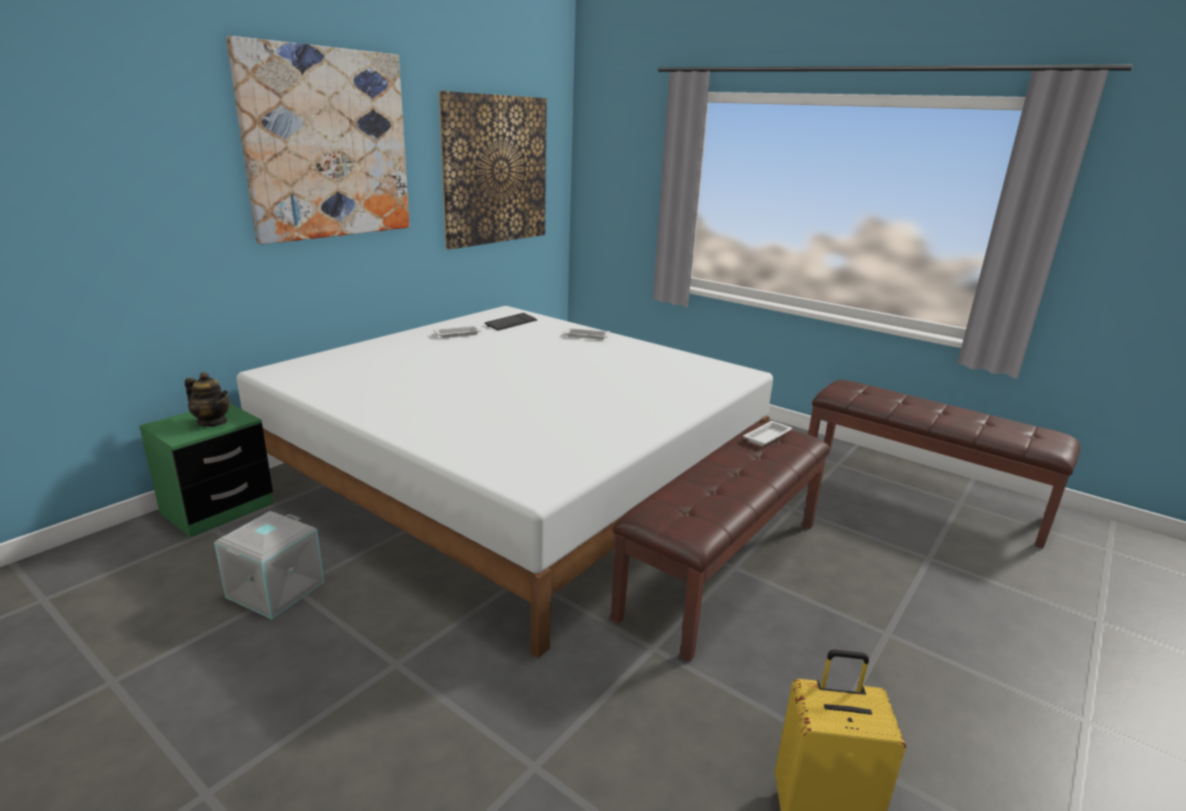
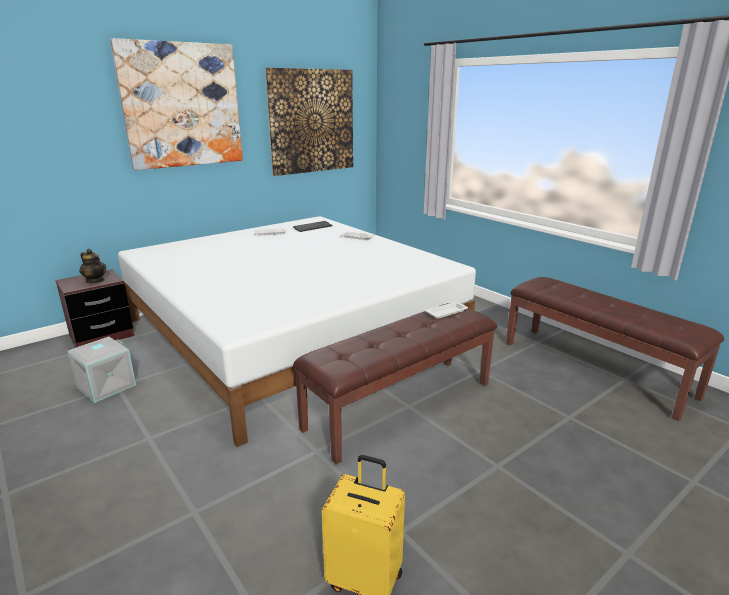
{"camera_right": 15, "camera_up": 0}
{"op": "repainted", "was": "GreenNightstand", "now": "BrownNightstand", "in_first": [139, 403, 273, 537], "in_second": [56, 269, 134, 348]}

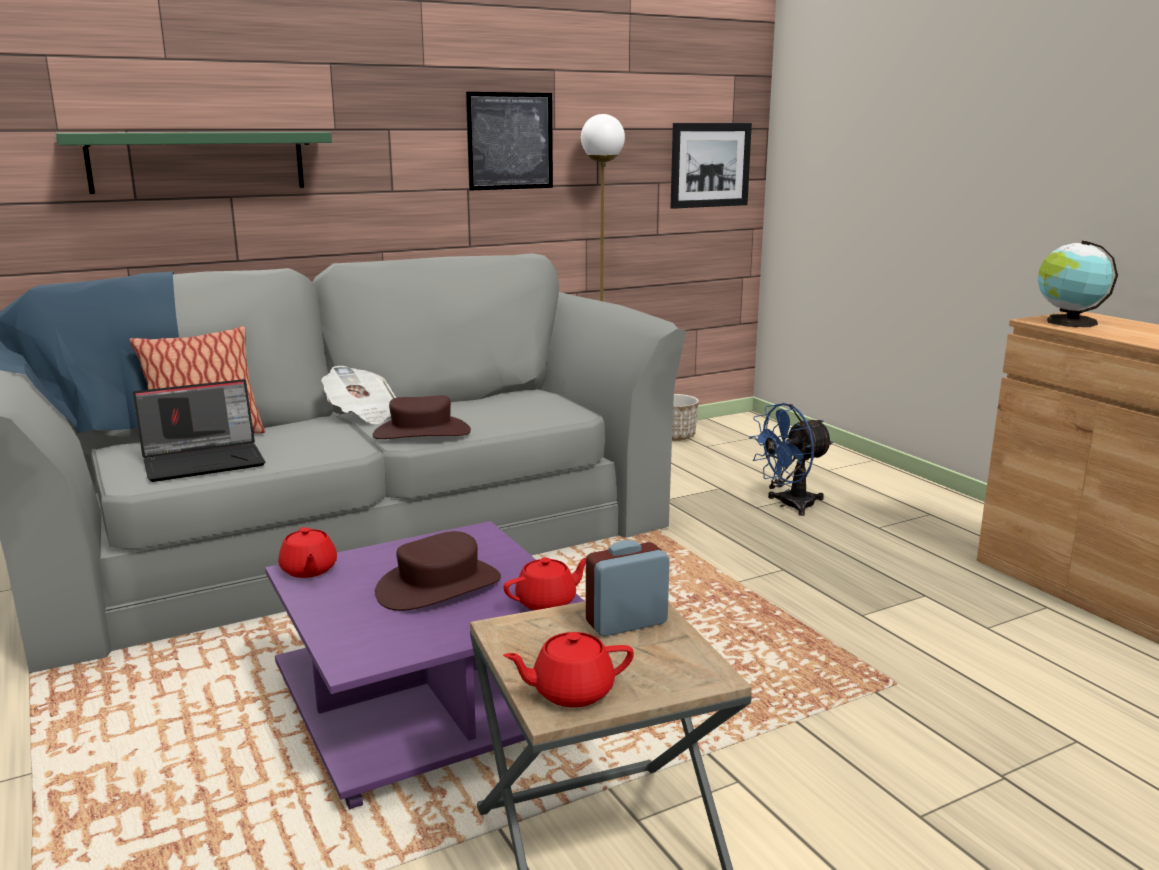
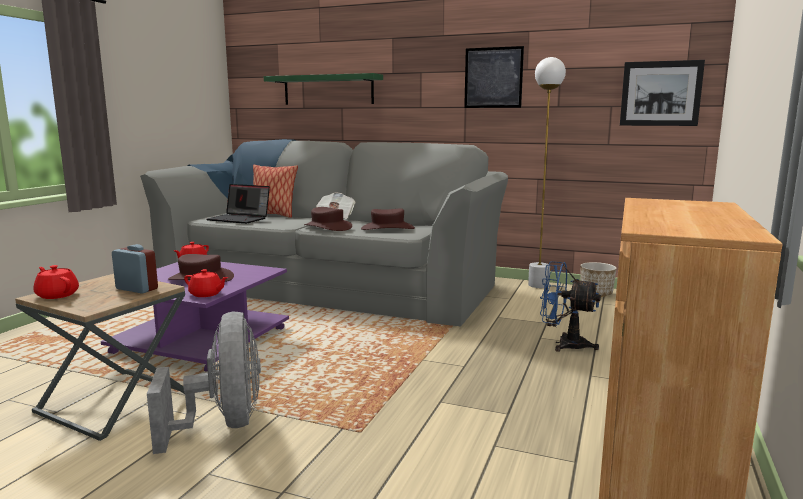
{"camera_right": 50, "camera_up": -5}
{"op": "new", "now": "GreyFan", "in_second": [147, 312, 261, 454]}
{"op": "new", "now": "BrownHat", "in_second": [361, 208, 415, 230]}
{"op": "gone", "was": "Globe", "in_first": [1038, 240, 1118, 327]}

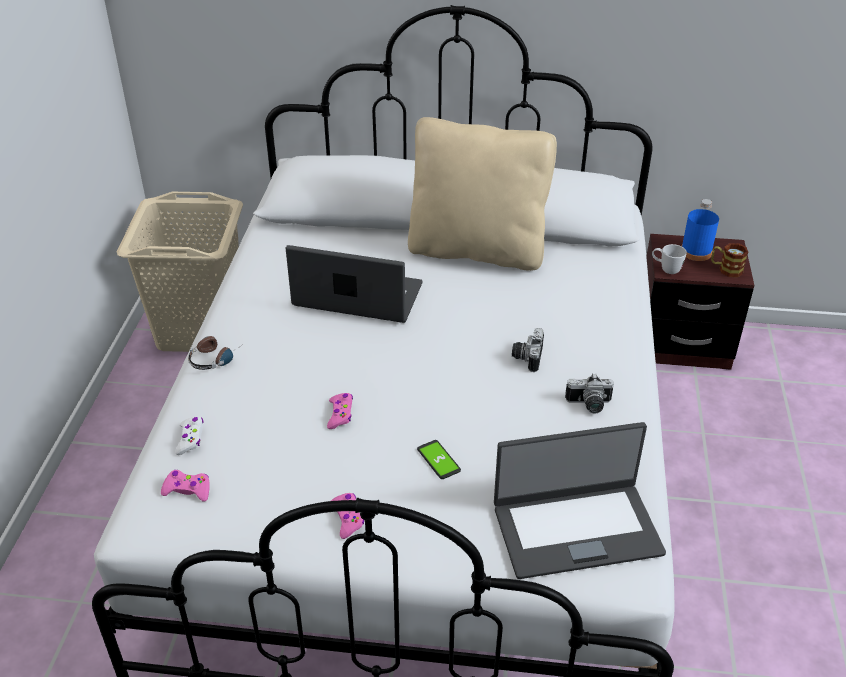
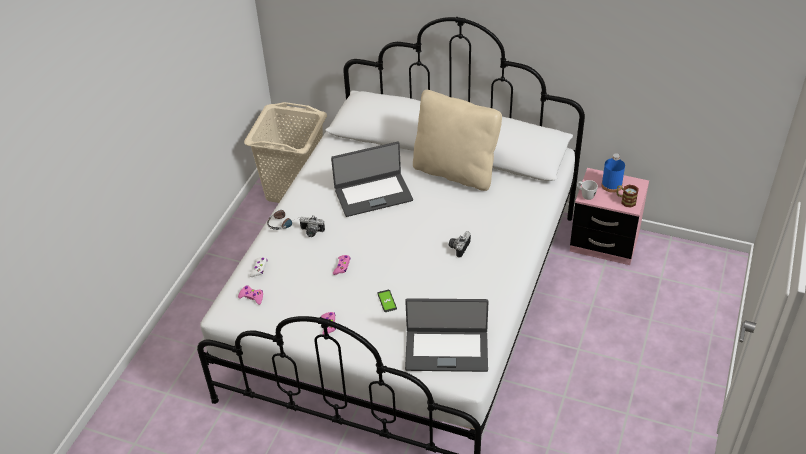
{"camera_right": 15, "camera_up": 5}
{"op": "shifted", "was": "PhotoCamera", "in_first": [565, 373, 614, 414], "in_second": [300, 216, 325, 237]}
{"op": "rotated", "was": "Laptop", "in_first": [286, 245, 422, 323], "in_second": [331, 142, 413, 217], "clockwise": 135}
{"op": "repainted", "was": "BrownNightstand", "now": "PinkNightstand", "in_first": [646, 234, 755, 370], "in_second": [570, 168, 649, 265]}

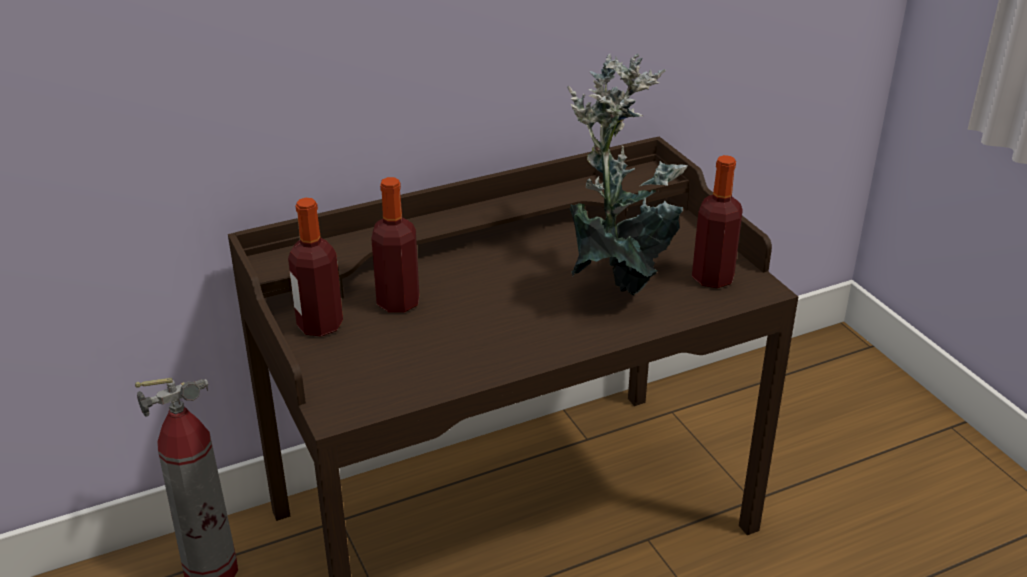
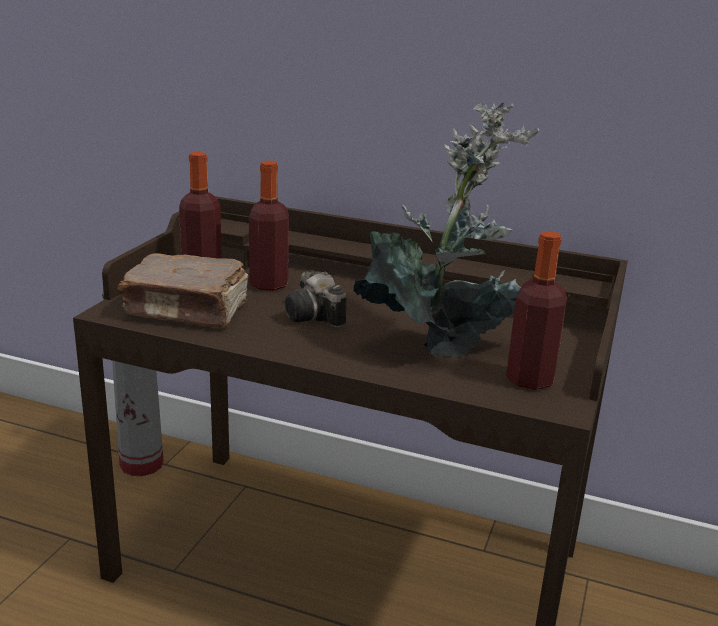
{"camera_right": 45, "camera_up": -10}
{"op": "new", "now": "BrownBook", "in_second": [118, 253, 248, 329]}
{"op": "new", "now": "PhotoCamera", "in_second": [285, 270, 346, 327]}

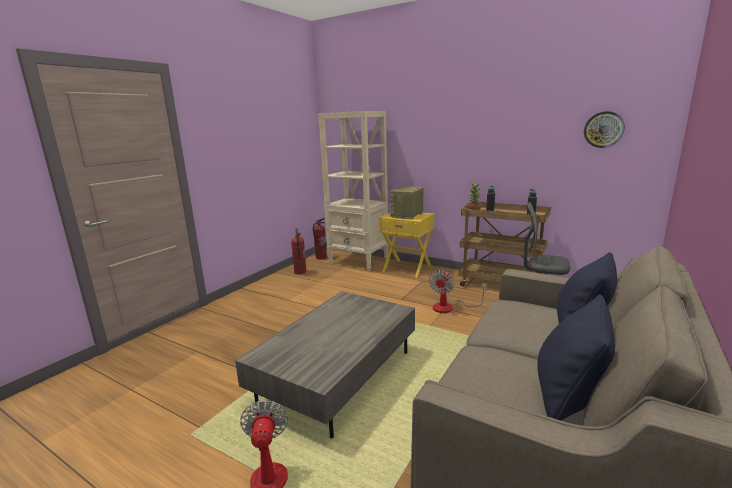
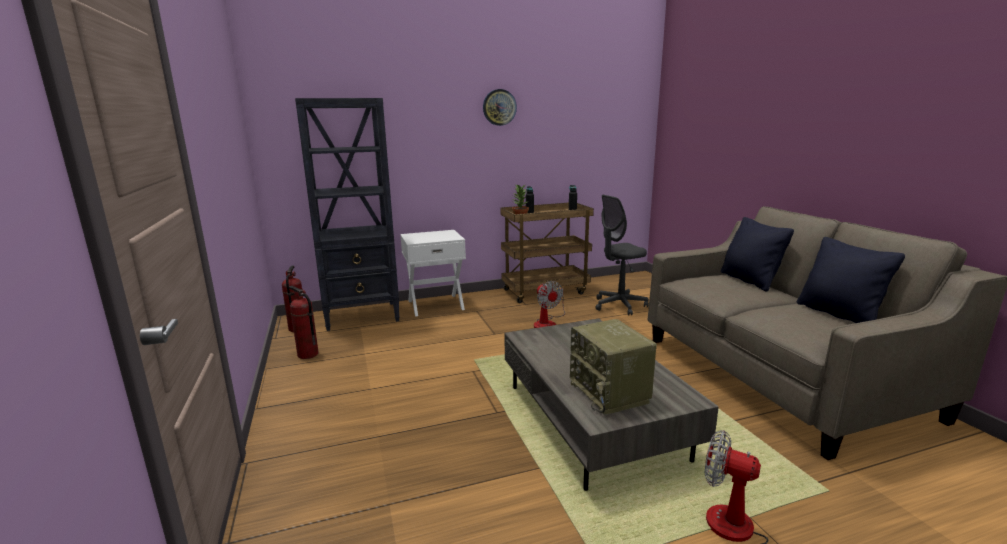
{"camera_right": -50, "camera_up": 0}
{"op": "repainted", "was": "BeigeBookcase", "now": "BlackBookcase", "in_first": [318, 111, 388, 271], "in_second": [295, 98, 400, 331]}
{"op": "repainted", "was": "YellowNightstand", "now": "WhiteNightstand", "in_first": [379, 213, 434, 277], "in_second": [400, 230, 466, 317]}
{"op": "shifted", "was": "WallClock", "in_first": [584, 111, 625, 148], "in_second": [483, 89, 517, 126]}
{"op": "shifted", "was": "Radio", "in_first": [389, 186, 423, 220], "in_second": [570, 319, 657, 415]}

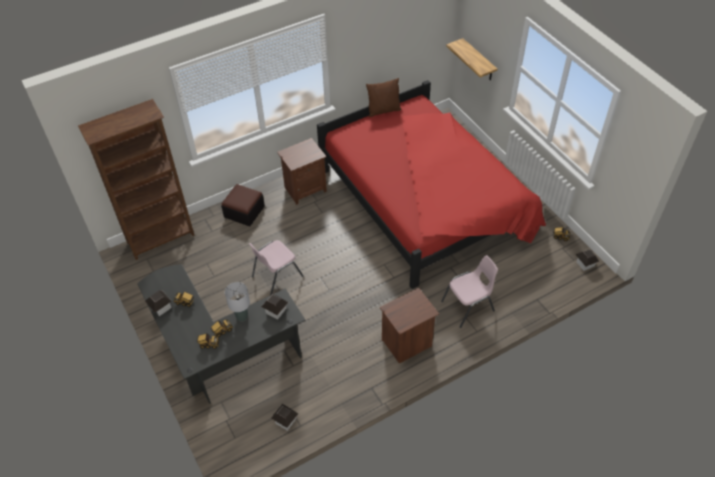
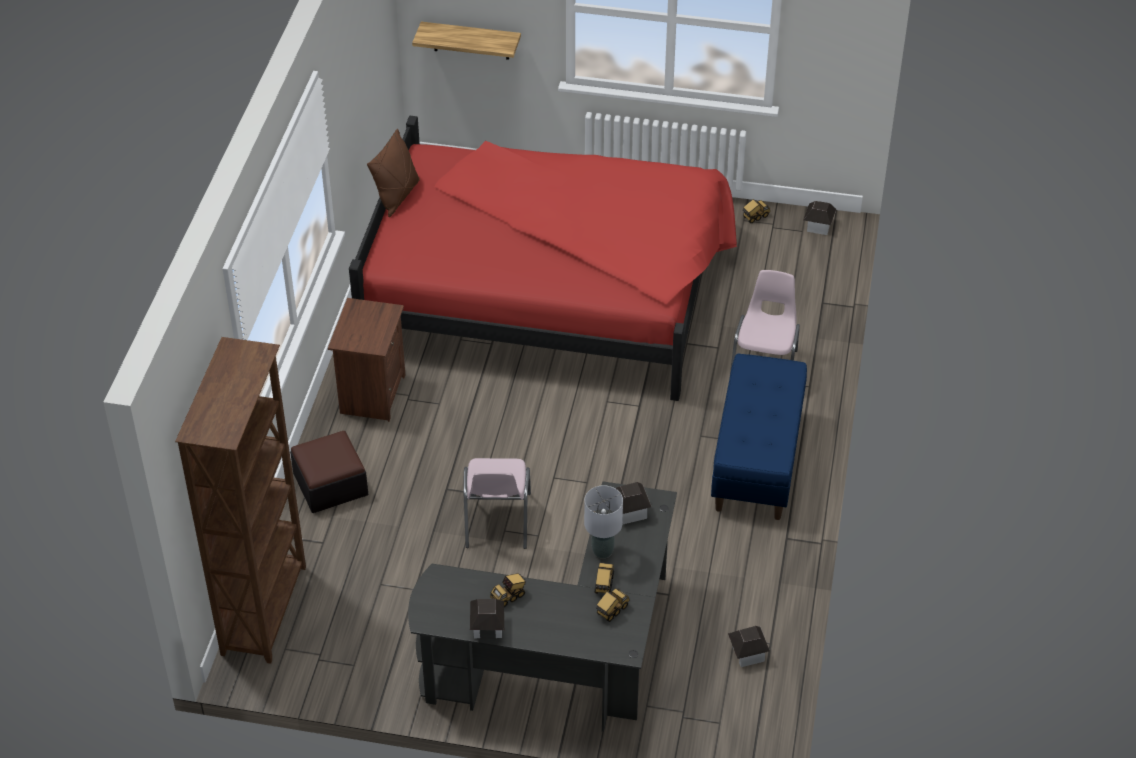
{"camera_right": -50, "camera_up": -5}
{"op": "swapped", "was": "BrownNightstand", "now": "BlueBench", "in_first": [380, 288, 439, 364], "in_second": [711, 354, 807, 520]}

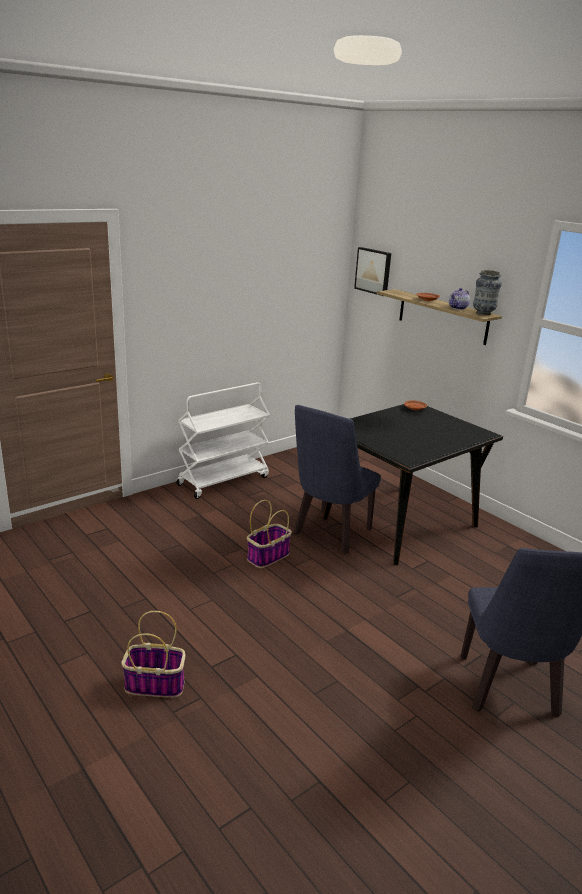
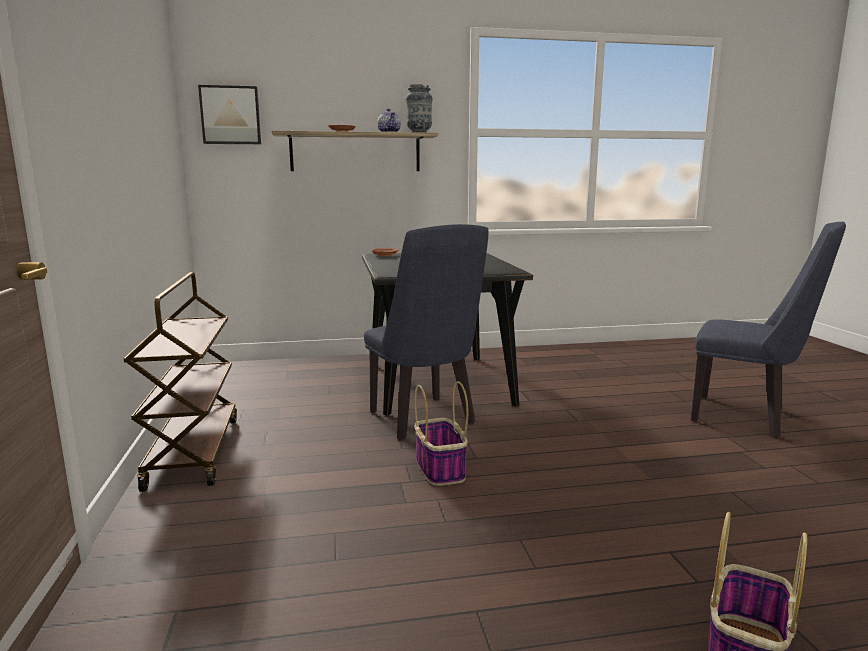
{"camera_right": -60, "camera_up": -10}
{"op": "repainted", "was": "WhiteCart", "now": "BrownCart", "in_first": [176, 382, 270, 499], "in_second": [124, 272, 237, 492]}

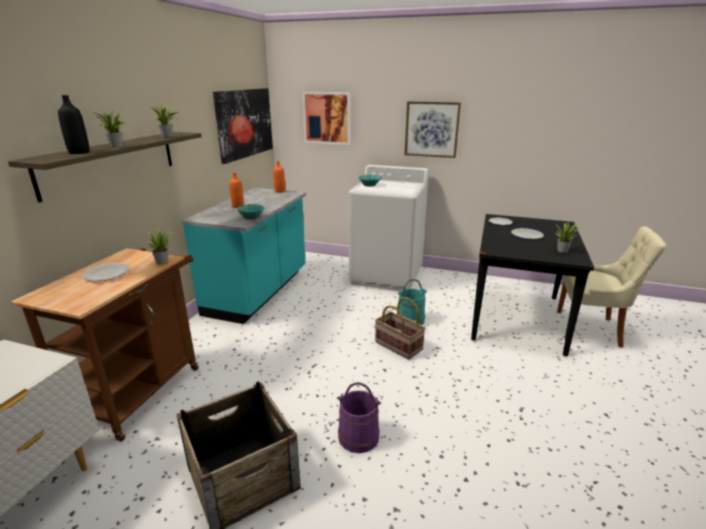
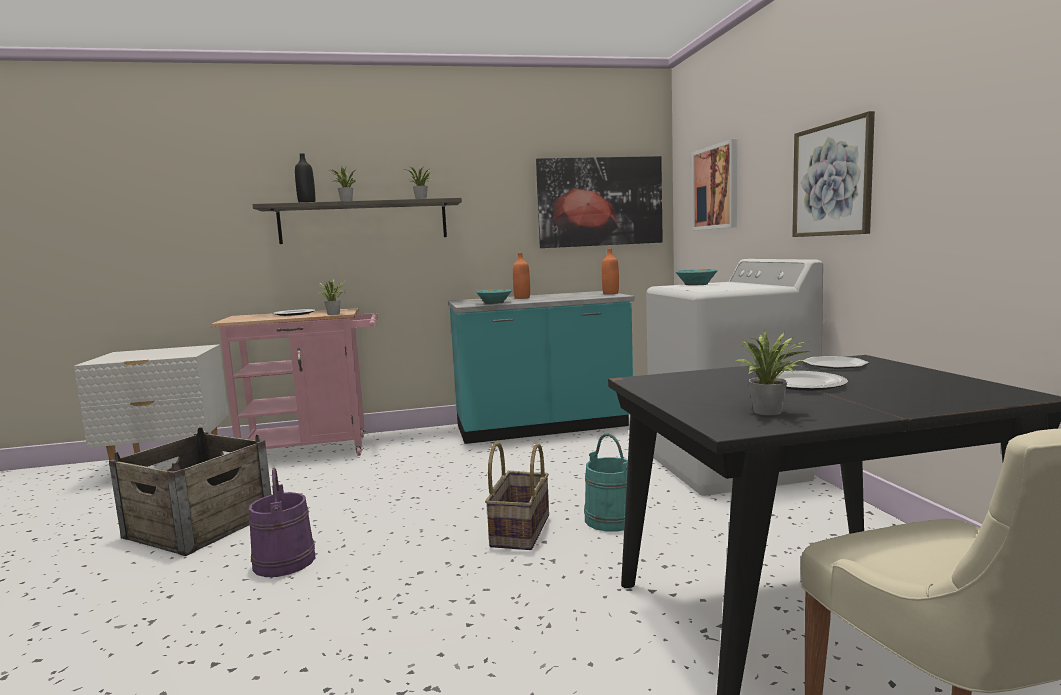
{"camera_right": 60, "camera_up": -15}
{"op": "repainted", "was": "BrownCart", "now": "PinkCart", "in_first": [11, 248, 199, 442], "in_second": [211, 308, 378, 456]}

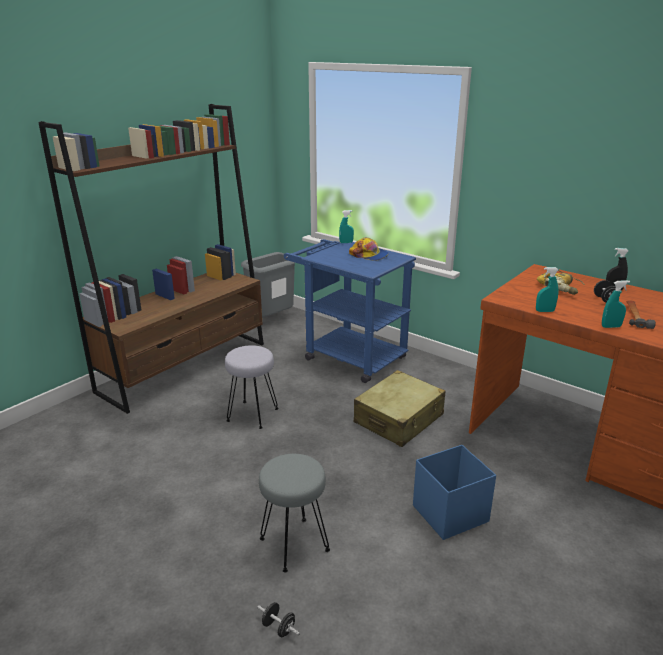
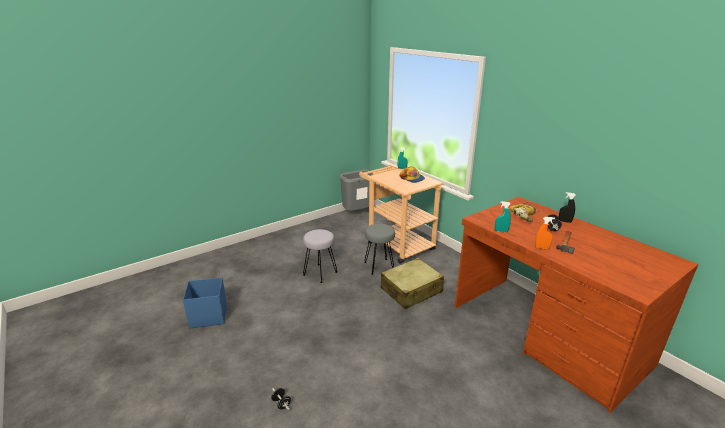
{"camera_right": 15, "camera_up": 0}
{"op": "shifted", "was": "BlueStorageBox", "in_first": [413, 445, 496, 540], "in_second": [183, 277, 227, 328]}
{"op": "repainted", "was": "BlueCart", "now": "BeigeCart", "in_first": [284, 239, 416, 383], "in_second": [359, 165, 444, 263]}
{"op": "shifted", "was": "GreyStool", "in_first": [259, 454, 330, 572], "in_second": [364, 224, 395, 275]}
{"op": "repainted", "was": "TurquoiseSprayBottle", "now": "OrangeSprayBottle", "in_first": [602, 280, 630, 328], "in_second": [535, 217, 555, 249]}
{"op": "gone", "was": "BrownBookcase", "in_first": [38, 104, 264, 414]}

